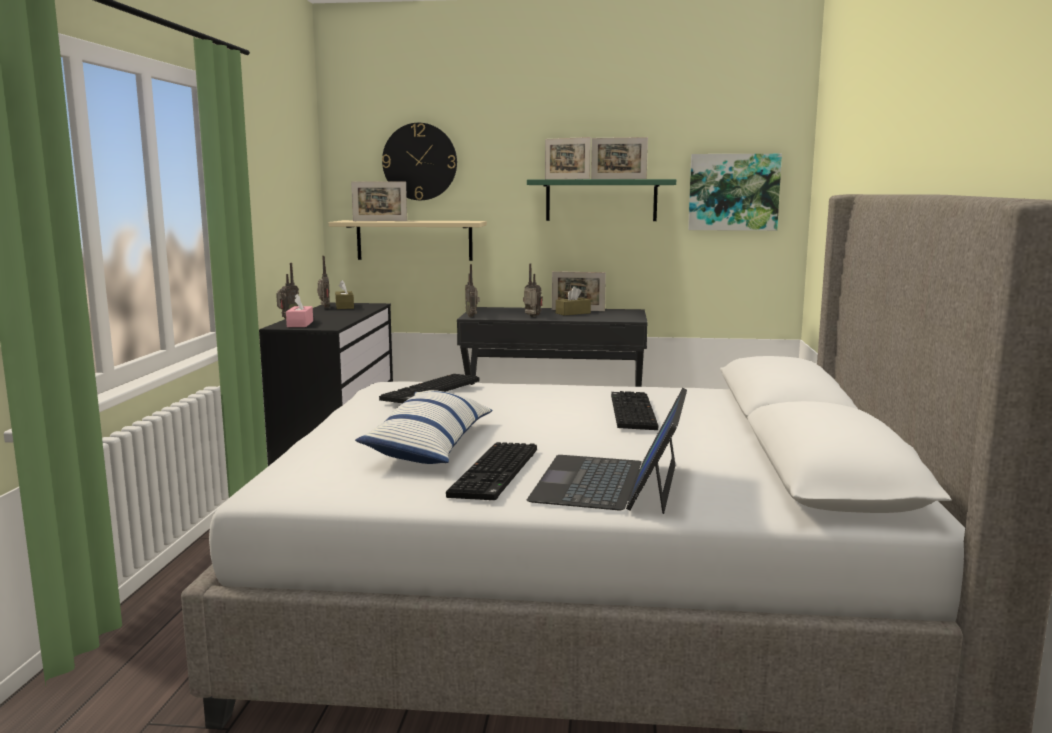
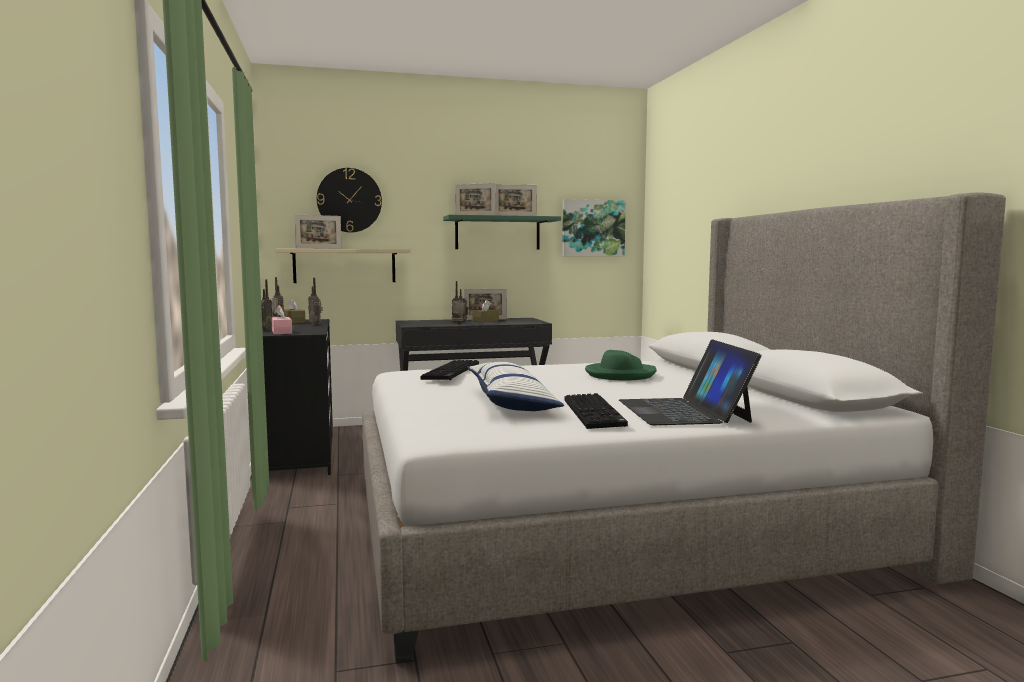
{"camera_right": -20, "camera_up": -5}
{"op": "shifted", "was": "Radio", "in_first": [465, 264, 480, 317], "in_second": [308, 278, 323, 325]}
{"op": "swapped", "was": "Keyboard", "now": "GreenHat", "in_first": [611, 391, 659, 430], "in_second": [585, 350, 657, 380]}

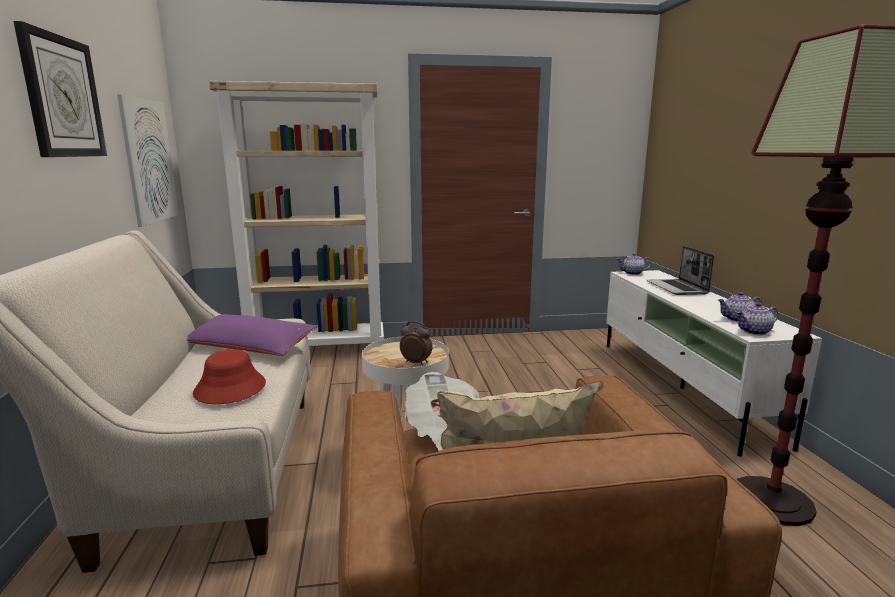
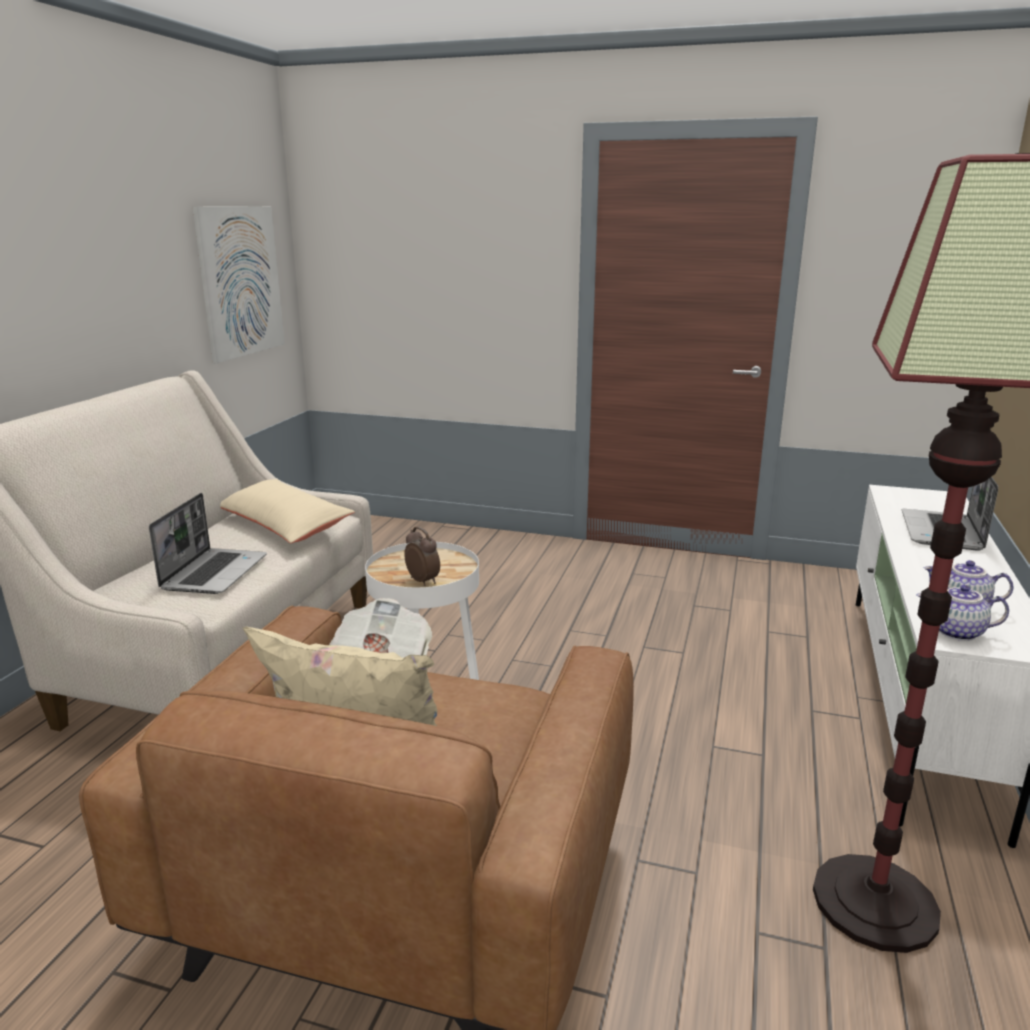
{"camera_right": 25, "camera_up": 5}
{"op": "swapped", "was": "RedHat", "now": "Laptop", "in_first": [193, 349, 266, 404], "in_second": [149, 493, 267, 594]}
{"op": "repainted", "was": "PurplePillow", "now": "BeigePillow", "in_first": [187, 314, 318, 356], "in_second": [220, 479, 355, 543]}
{"op": "gone", "was": "WallClock", "in_first": [14, 21, 107, 157]}
{"op": "gone", "was": "BeigeBookcase", "in_first": [209, 81, 384, 346]}
{"op": "gone", "was": "Teapot", "in_first": [617, 253, 651, 275]}

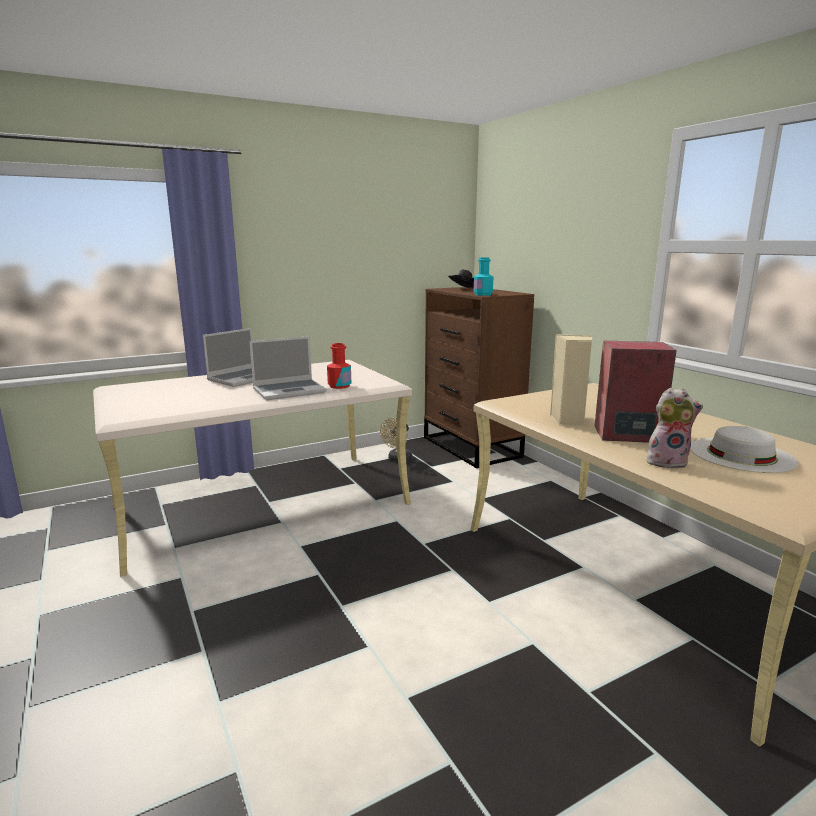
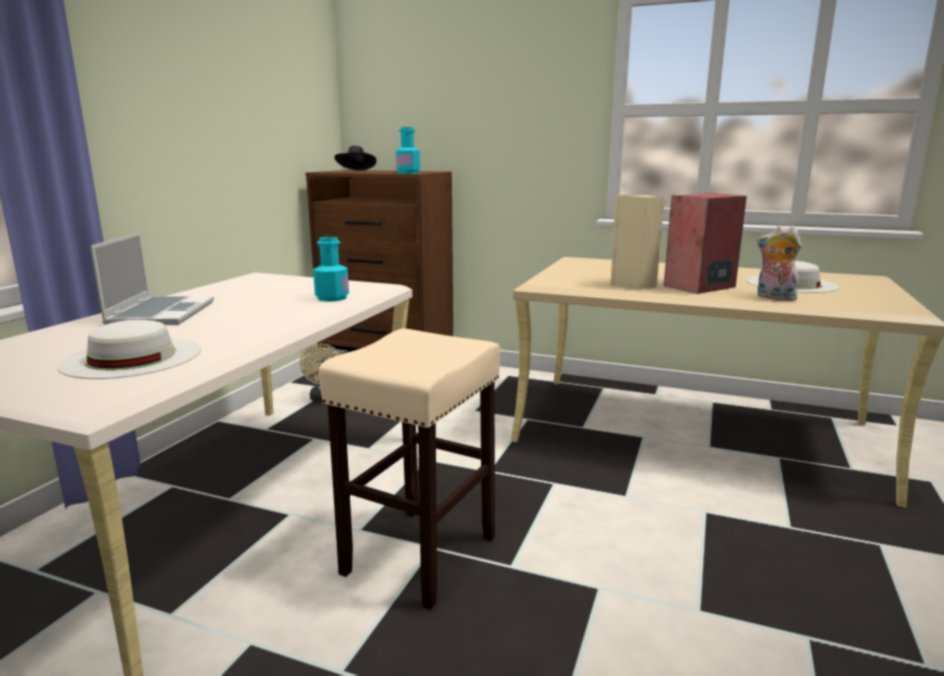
{"camera_right": -40, "camera_up": 0}
{"op": "new", "now": "WhiteHat", "in_second": [57, 320, 201, 379]}
{"op": "repainted", "was": "RedBottle", "now": "TurquoiseBottle", "in_first": [327, 343, 351, 389], "in_second": [313, 237, 349, 302]}
{"op": "new", "now": "BeigeStool", "in_second": [319, 329, 500, 610]}
{"op": "rotated", "was": "PlushToy", "in_first": [646, 387, 703, 469], "in_second": [757, 225, 802, 301], "clockwise": -105}
{"op": "gone", "was": "Laptop", "in_first": [249, 336, 327, 400]}

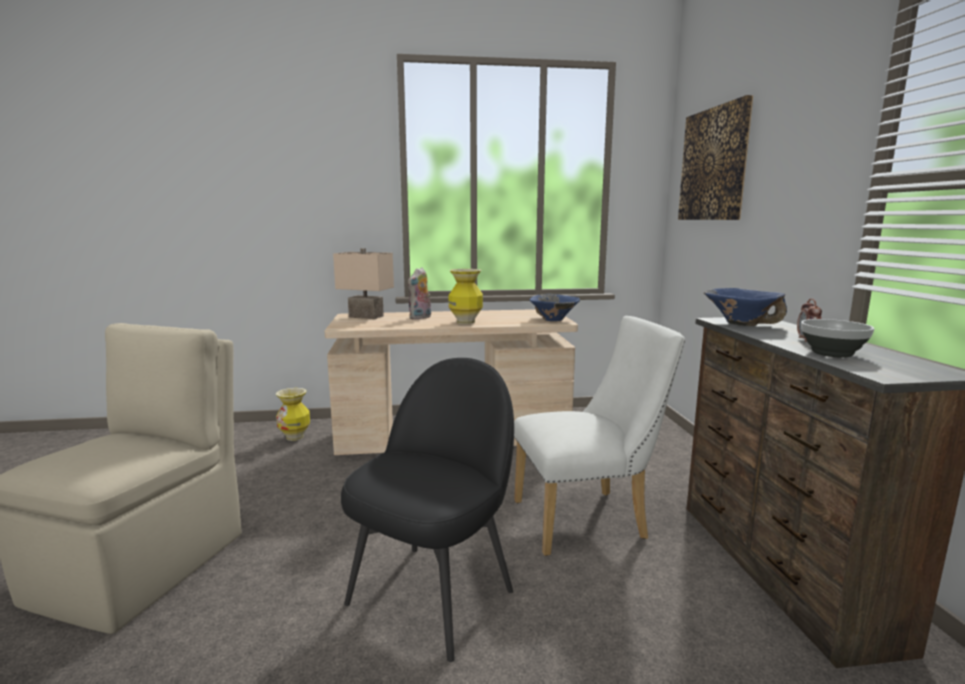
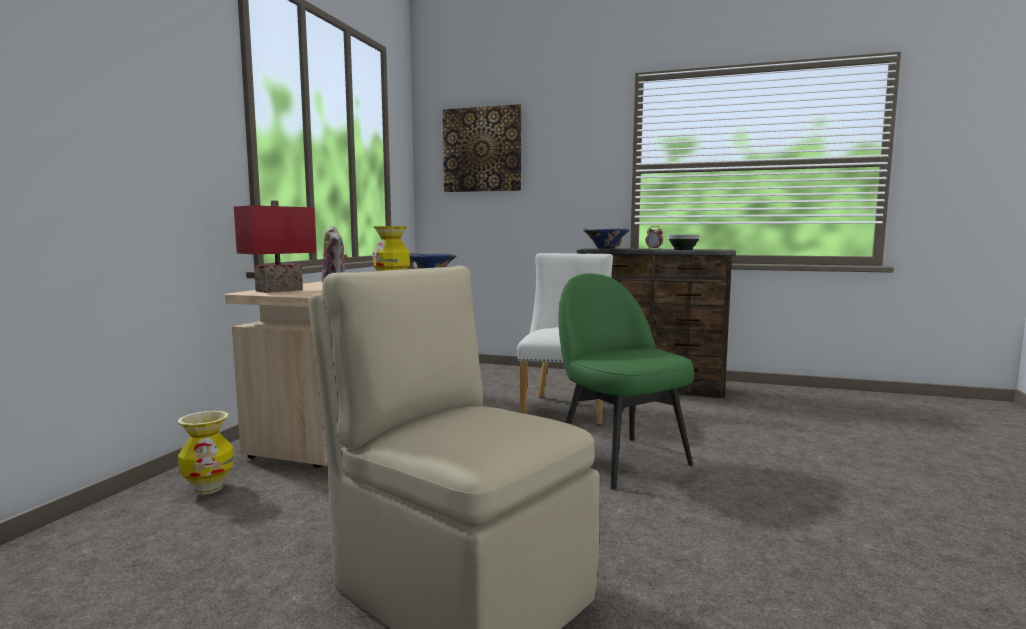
{"camera_right": -65, "camera_up": -5}
{"op": "repainted", "was": "BeigeTableLamp", "now": "RedTableLamp", "in_first": [333, 248, 394, 319], "in_second": [234, 201, 317, 293]}
{"op": "repainted", "was": "BlackChair", "now": "GreenChair", "in_first": [341, 358, 514, 662], "in_second": [558, 273, 694, 489]}

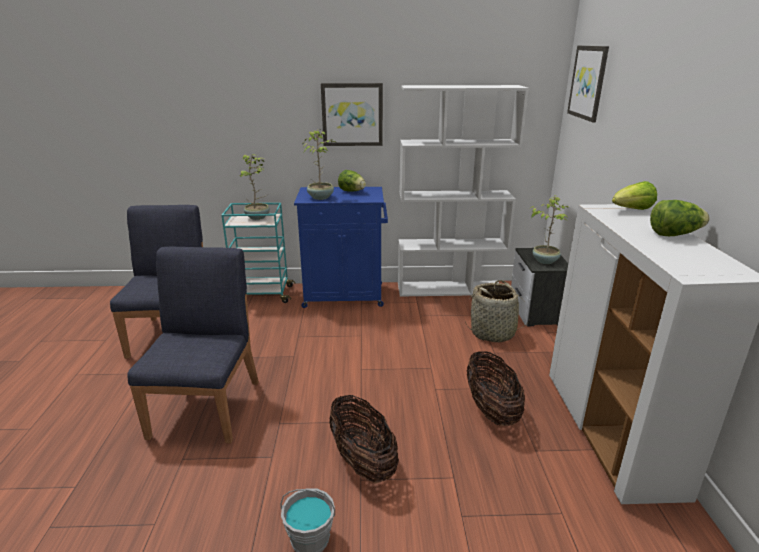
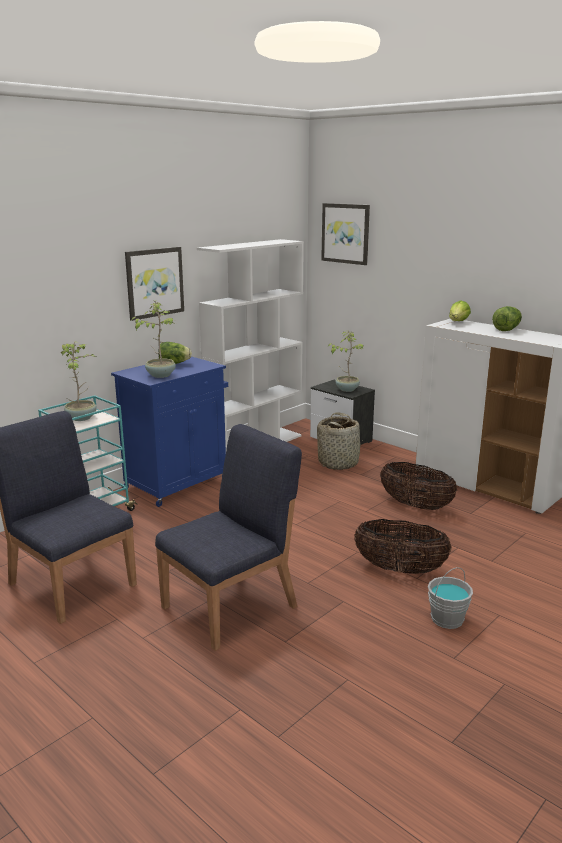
{"camera_right": -45, "camera_up": -5}
{"op": "rotated", "was": "BlueChair", "in_first": [127, 247, 259, 443], "in_second": [155, 424, 302, 651], "clockwise": 90}

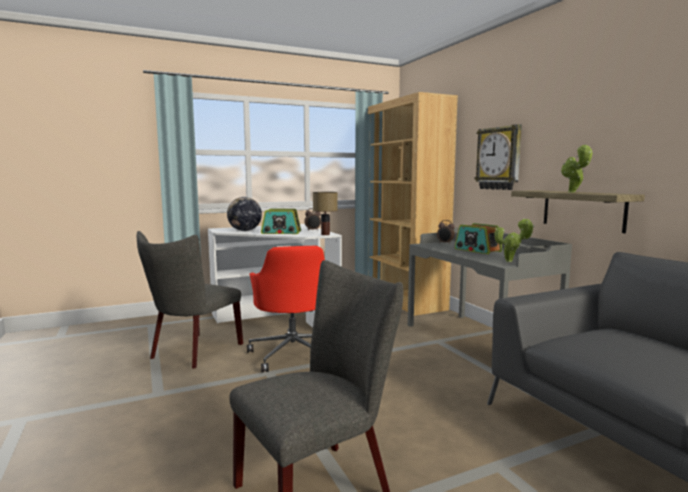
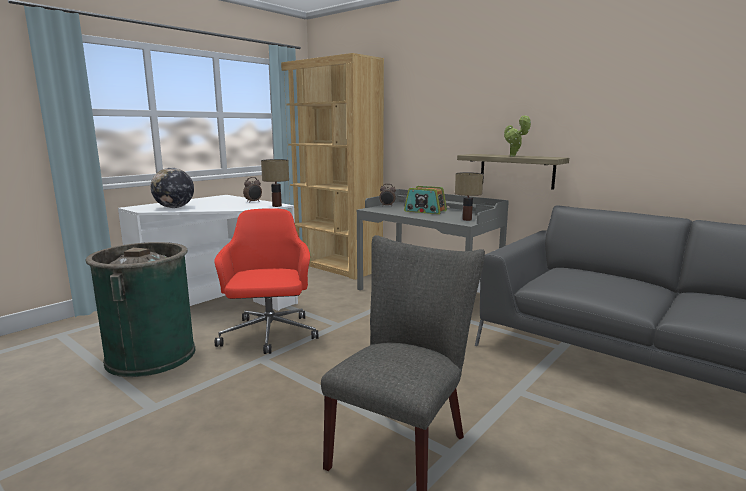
{"camera_right": -25, "camera_up": 5}
{"op": "swapped", "was": "GreyChair", "now": "GreenTrashCan", "in_first": [137, 231, 243, 369], "in_second": [85, 242, 196, 377]}
{"op": "rotated", "was": "RedOfficeChair", "in_first": [247, 246, 325, 372], "in_second": [214, 208, 318, 354], "clockwise": -150}
{"op": "swapped", "was": "PottedPlant", "now": "TableLamp", "in_first": [494, 218, 535, 262], "in_second": [455, 172, 483, 221]}
{"op": "gone", "was": "Radio", "in_first": [261, 209, 301, 234]}
{"op": "gone", "was": "WallClock", "in_first": [474, 124, 522, 190]}

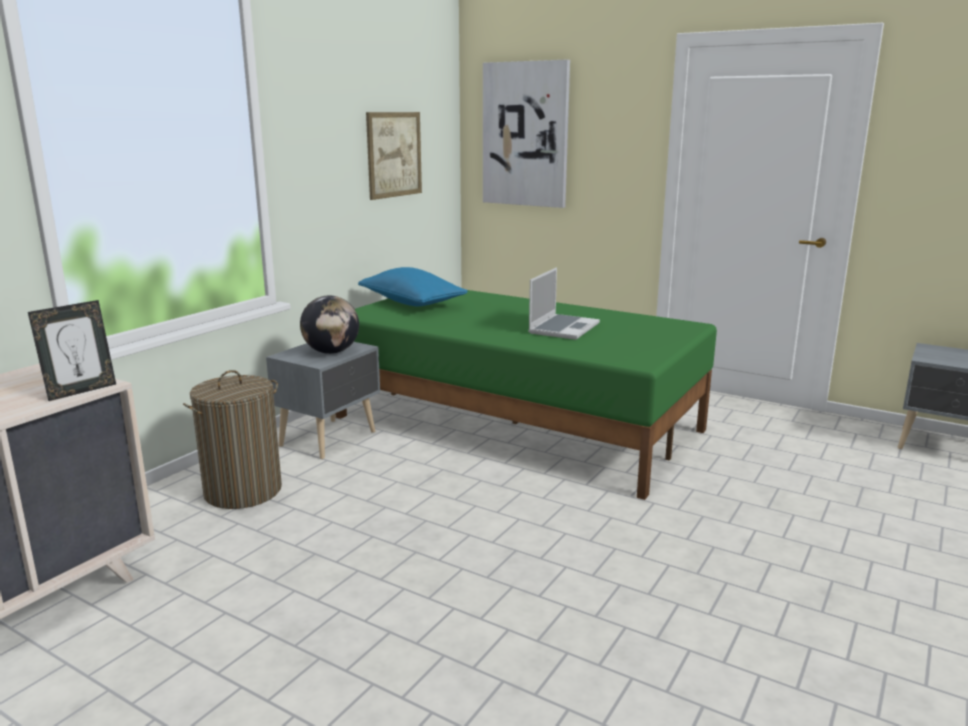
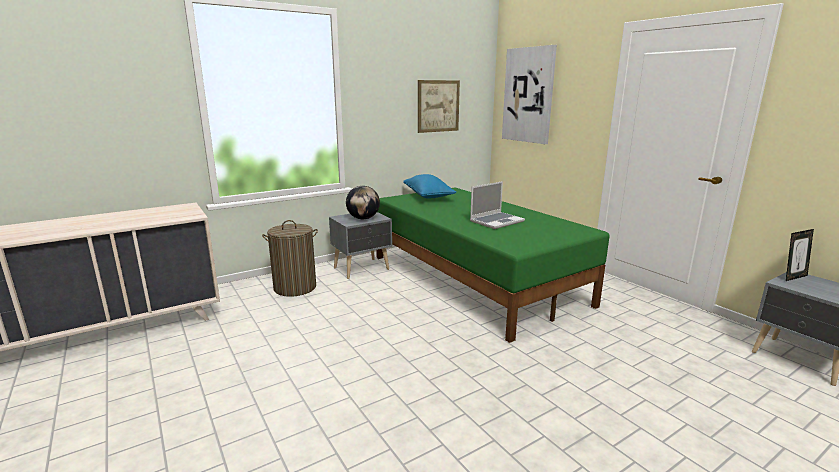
{"camera_right": 25, "camera_up": 0}
{"op": "shifted", "was": "PictureFrame", "in_first": [28, 300, 116, 401], "in_second": [786, 229, 814, 281]}

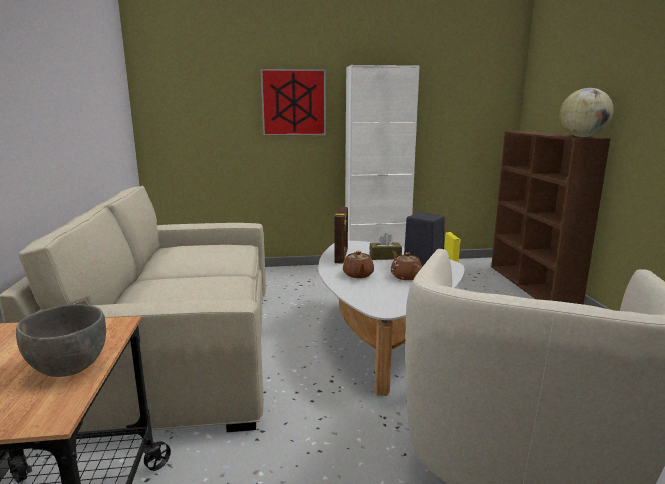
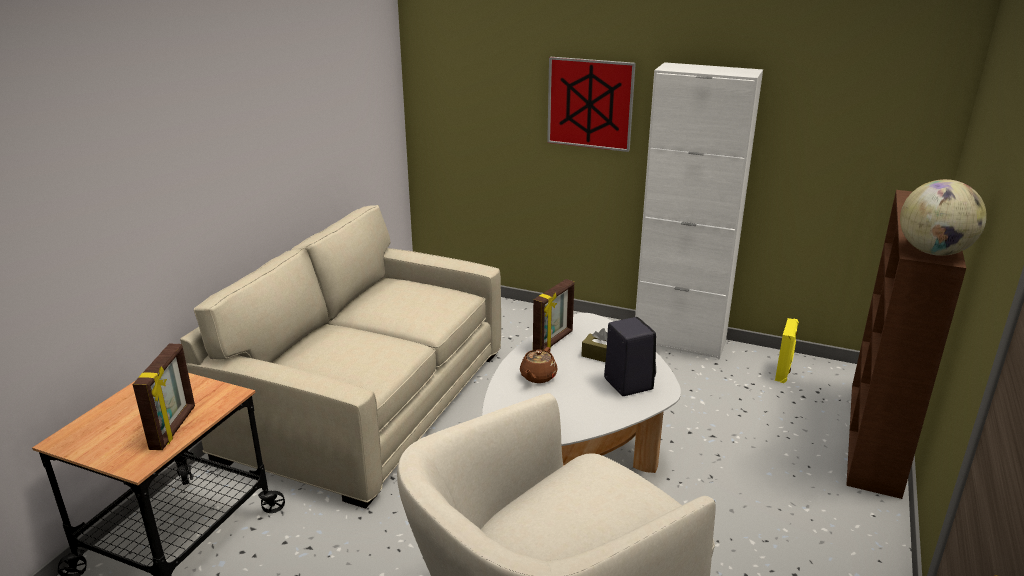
{"camera_right": 30, "camera_up": 10}
{"op": "swapped", "was": "GreyBowl", "now": "PictureFrame", "in_first": [16, 304, 106, 377], "in_second": [133, 344, 195, 450]}
{"op": "gone", "was": "BrownTeapot", "in_first": [391, 251, 422, 280]}

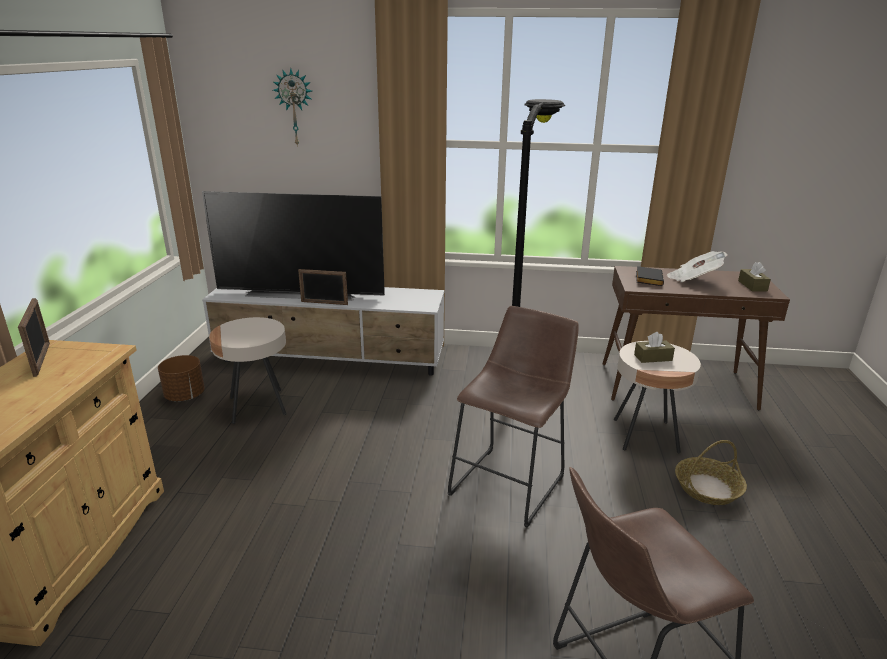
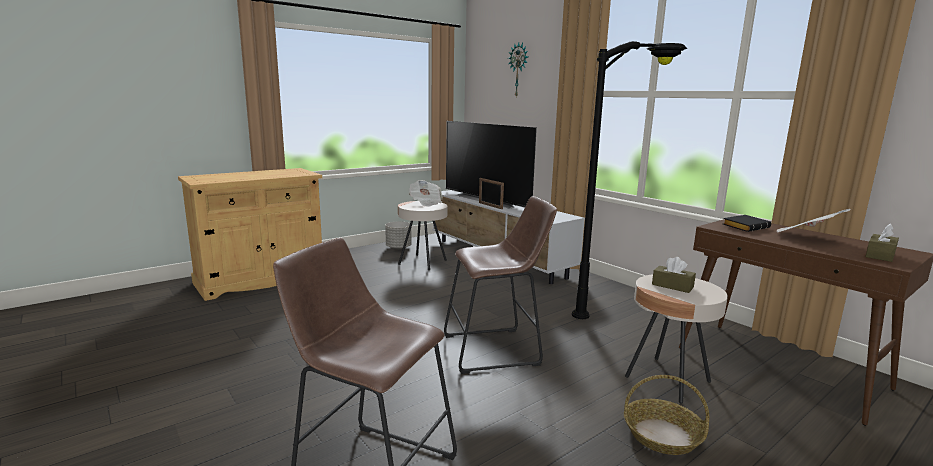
{"camera_right": 45, "camera_up": -10}
{"op": "repainted", "was": "BrownPlanter", "now": "GreyPlanter", "in_first": [158, 355, 205, 401], "in_second": [385, 222, 411, 250]}
{"op": "new", "now": "Newspaper", "in_second": [409, 180, 442, 207]}
{"op": "gone", "was": "PictureFrame", "in_first": [18, 298, 50, 377]}

